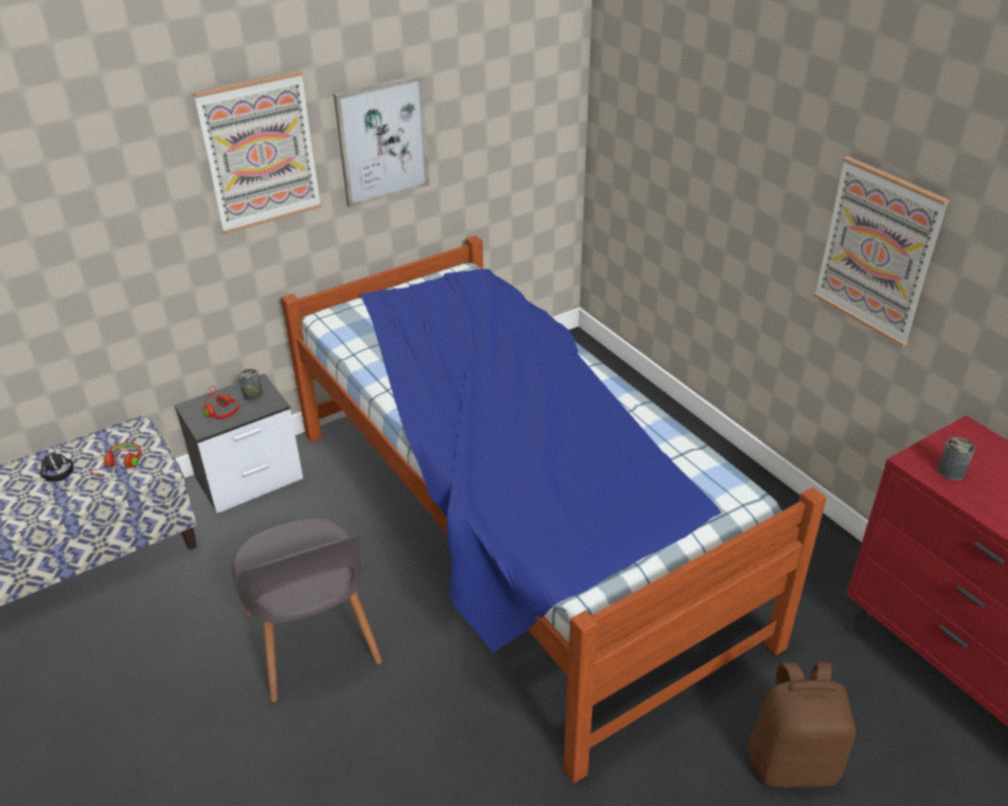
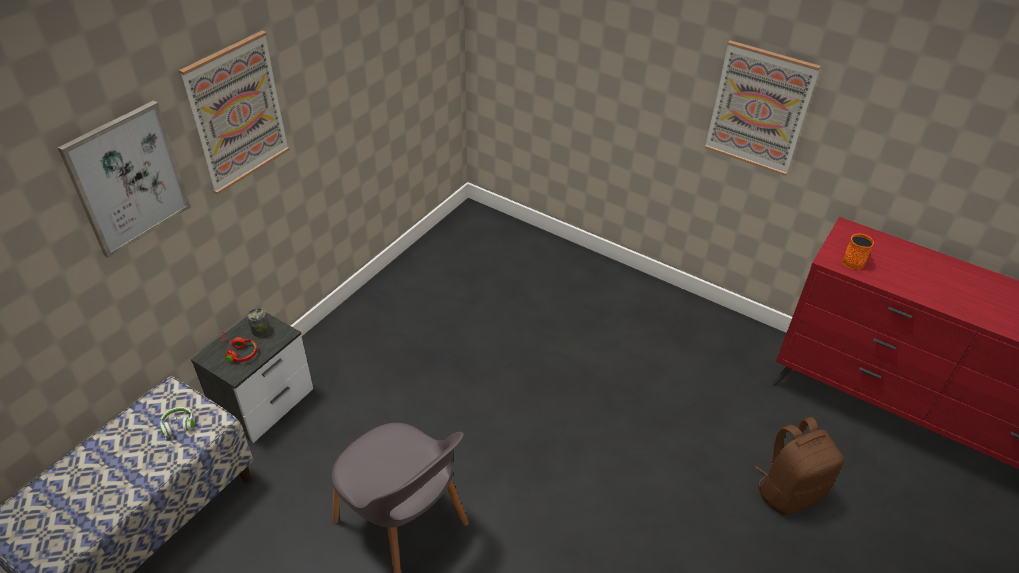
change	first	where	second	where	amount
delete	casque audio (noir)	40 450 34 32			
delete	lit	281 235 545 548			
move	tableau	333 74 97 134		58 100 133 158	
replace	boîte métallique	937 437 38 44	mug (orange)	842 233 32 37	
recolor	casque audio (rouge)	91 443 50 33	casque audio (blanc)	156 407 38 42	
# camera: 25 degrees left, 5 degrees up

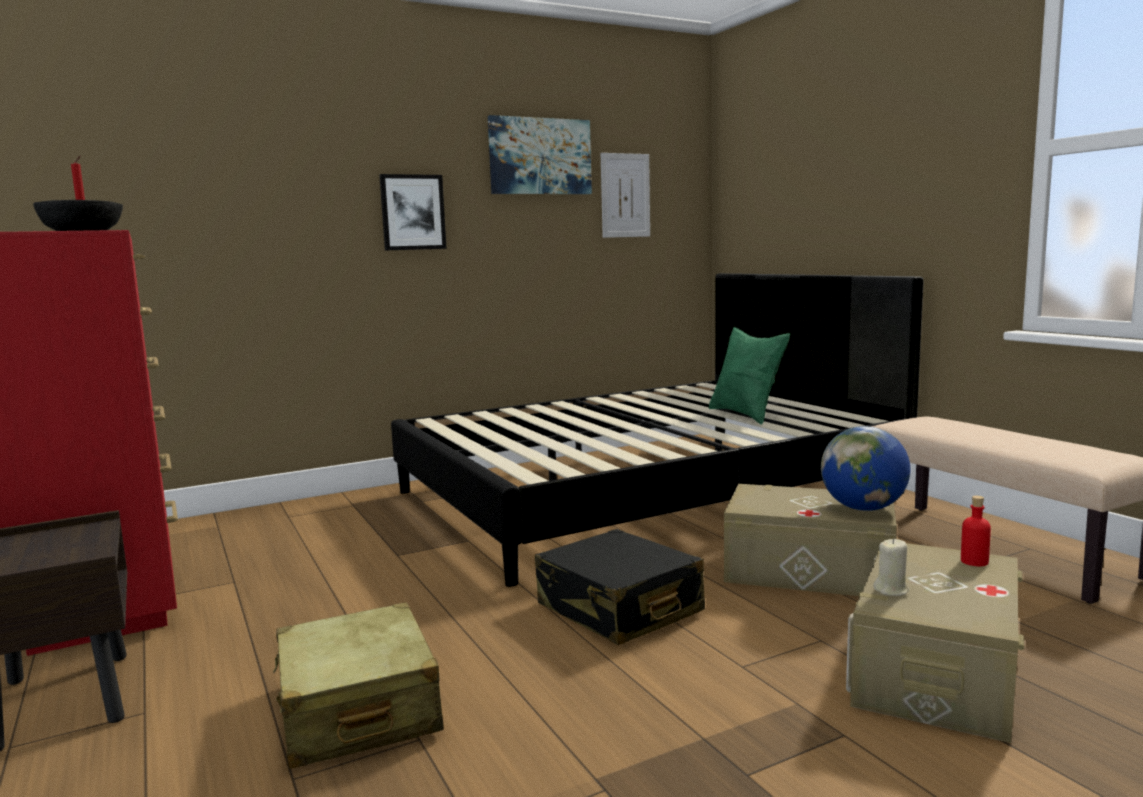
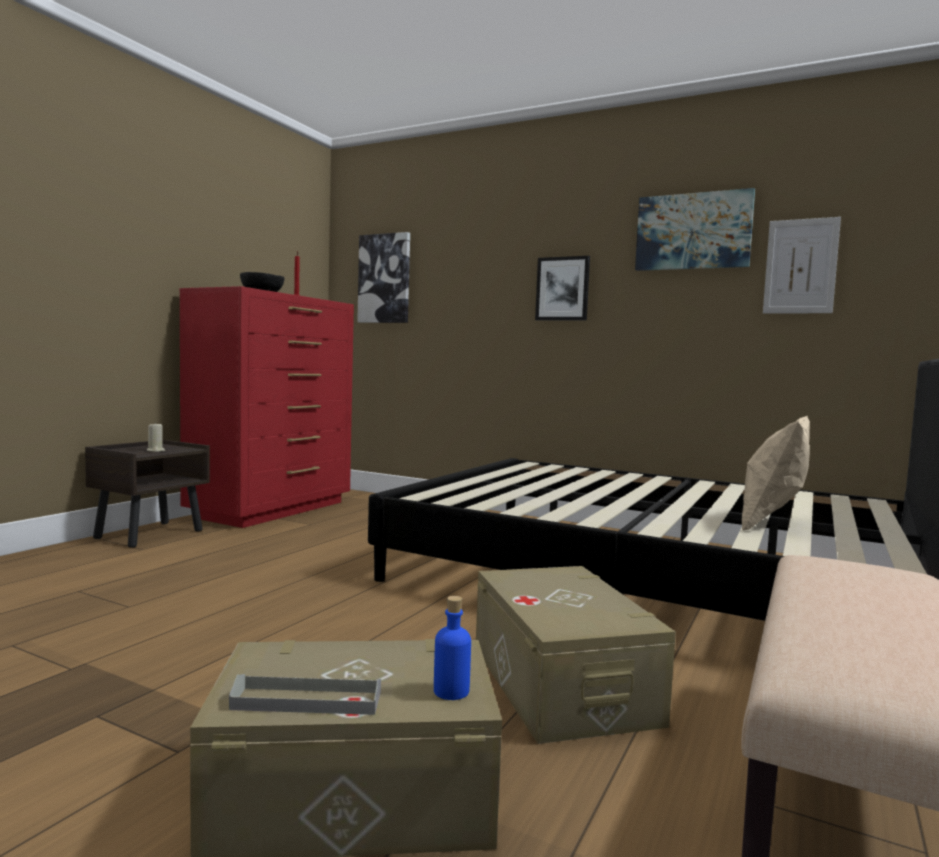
change	first	where	second	where	amount
delete	valise (beige)	273 602 171 167			
delete	valise (noir)	535 529 170 116			
delete	globe	821 426 89 85			
insert			plateau (gris)	229 674 152 41	
insert			tableau	357 232 53 91	
move	bougie (beige)	873 538 36 58		147 422 18 30	
recolor	coussin (vert)	709 327 81 97	coussin (beige)	742 415 68 116	
recolor	bouteille (rouge)	961 496 30 70	bouteille (bleu)	434 596 37 104	
# camera: 55 degrees right, 5 degrees down

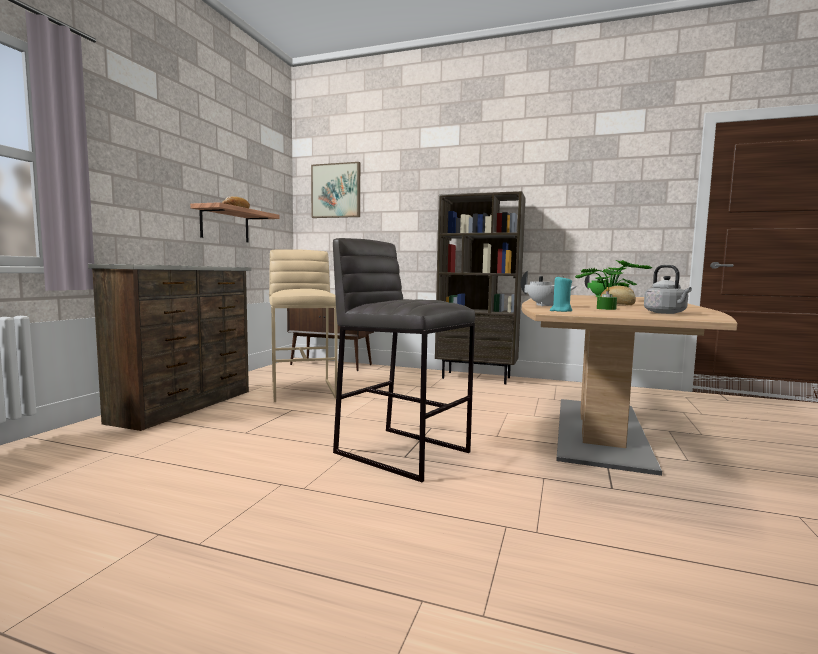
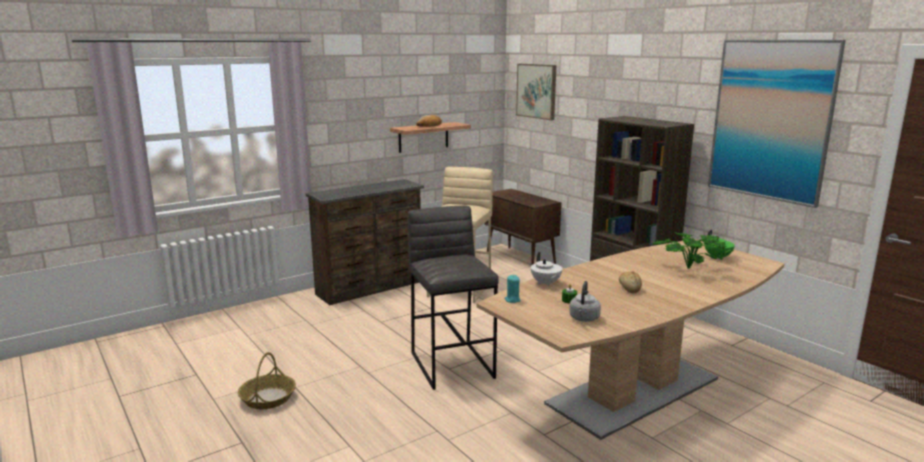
change	first	where	second	where	amount
insert			panier	238 352 58 57	
insert			tableau	708 40 138 168	
# camera: 35 degrees right, 10 degrees up

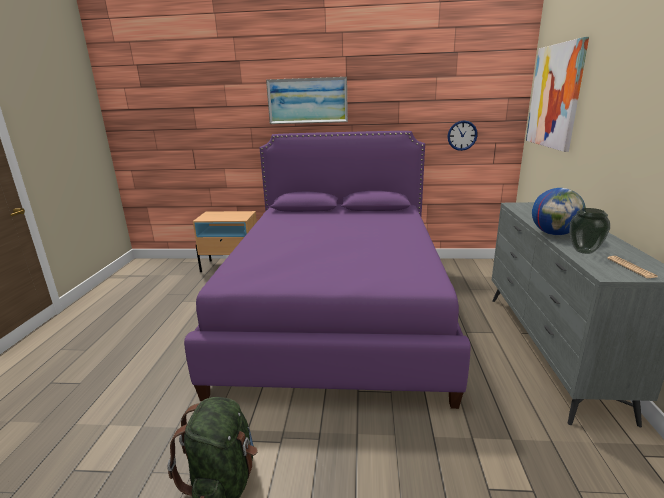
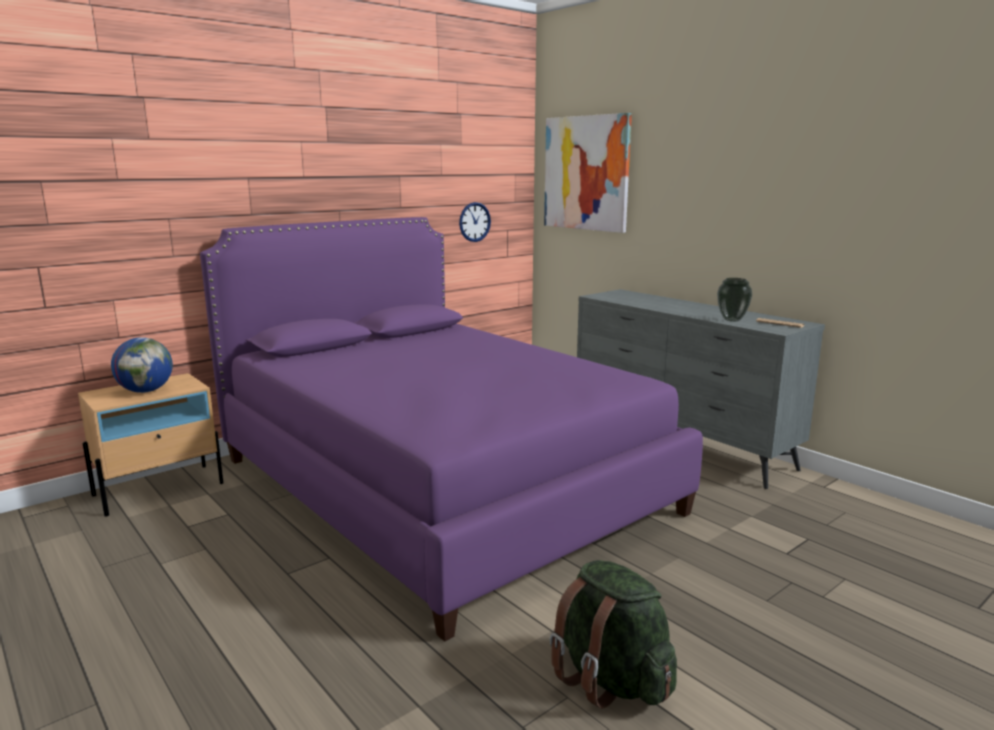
change	first	where	second	where	amount
delete	tableau	266 77 82 47			
move	globe	532 188 54 47		111 337 62 56	
# camera: 45 degrees left, 5 degrees down

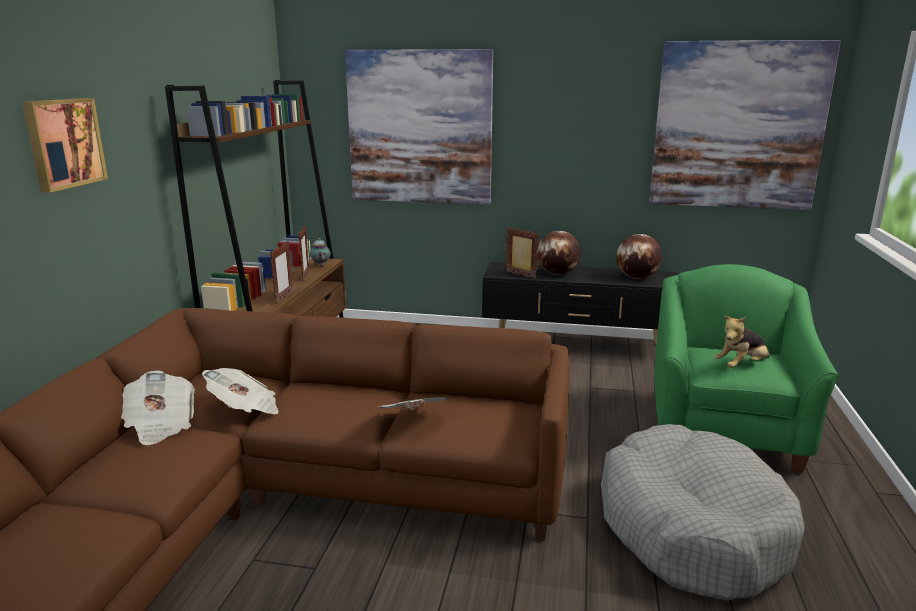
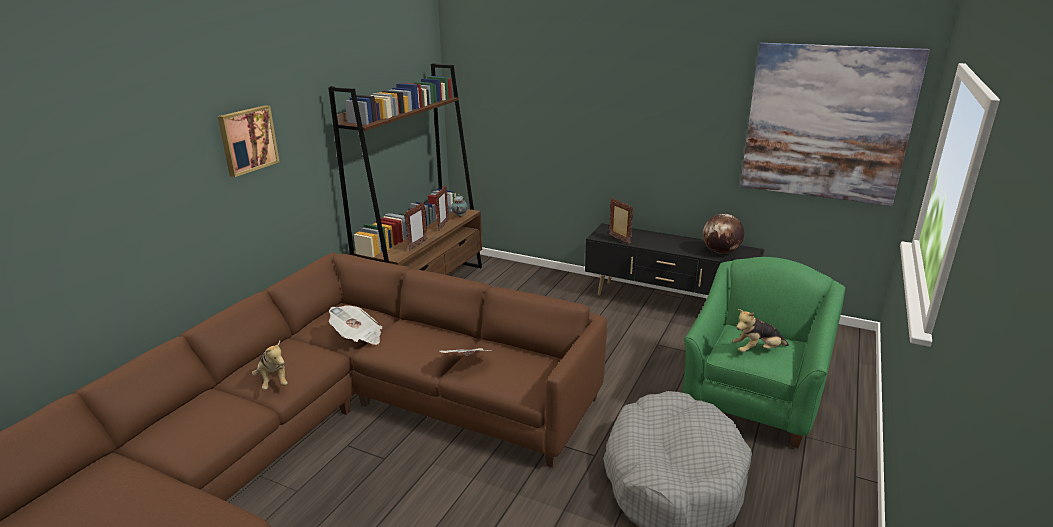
change	first	where	second	where	amount
delete	journal	121 371 74 74			
delete	tableau	345 49 148 156			
delete	globe	537 231 44 44			
insert			peluche	252 341 36 49	
# camera: 15 degrees right, 5 degrees up

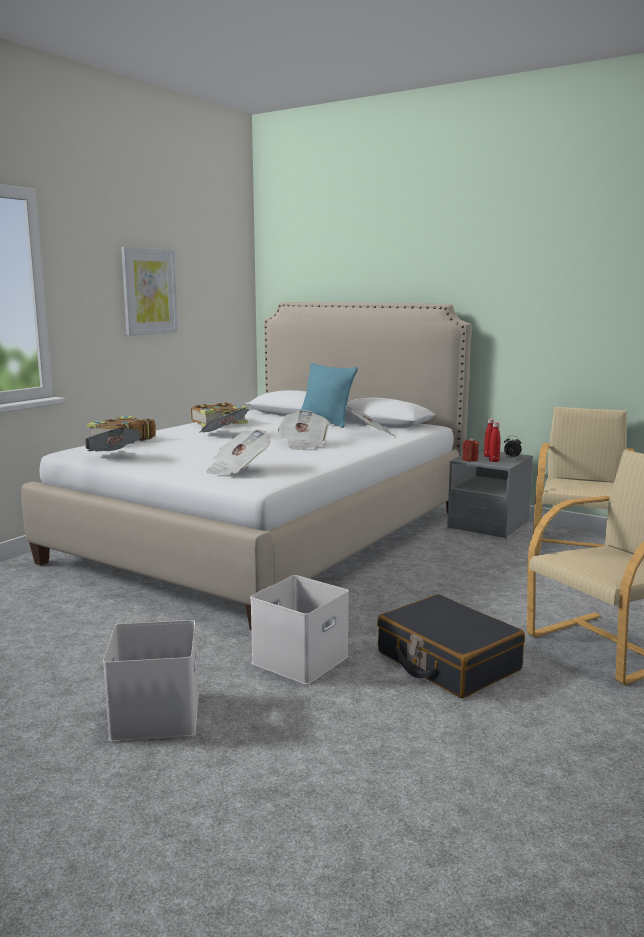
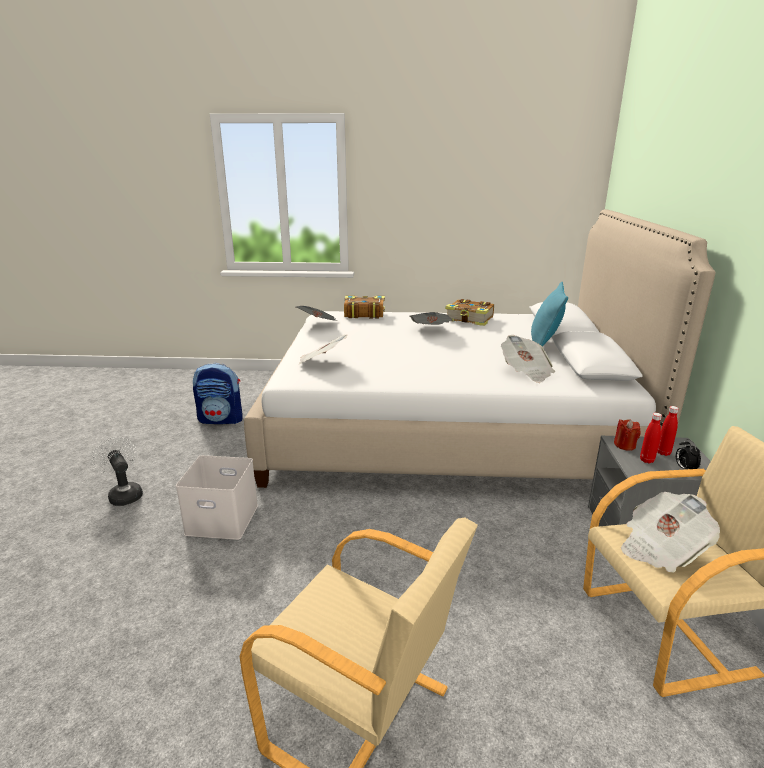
change	first	where	second	where	amount
delete	tableau	121 247 57 89			
delete	valise (noir)	377 594 148 104			
insert			sac à dos	193 363 50 61	
move	journal	278 410 52 40		621 492 99 81	
replace	boîte de rangement (blanc)	103 620 96 122	ventilateur (blanc)	91 437 52 69	
# camera: 60 degrees right, 10 degrees up

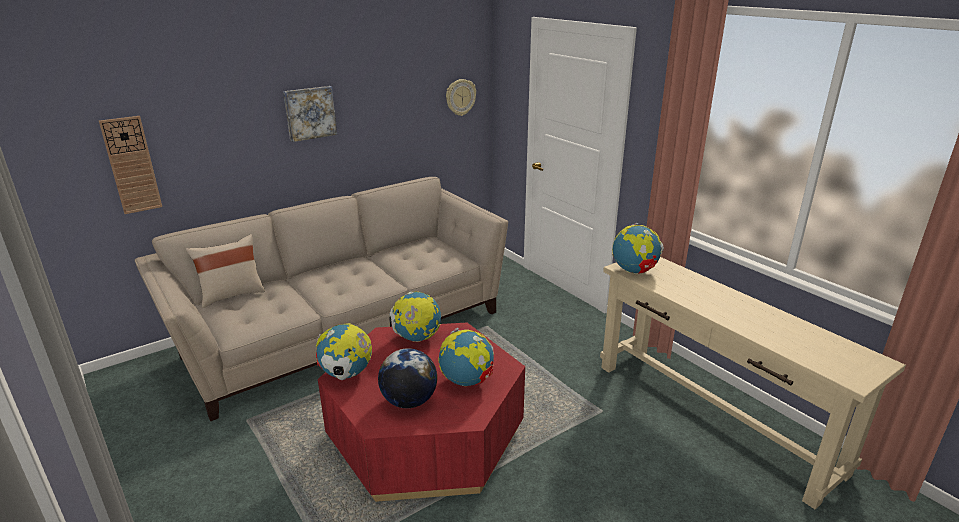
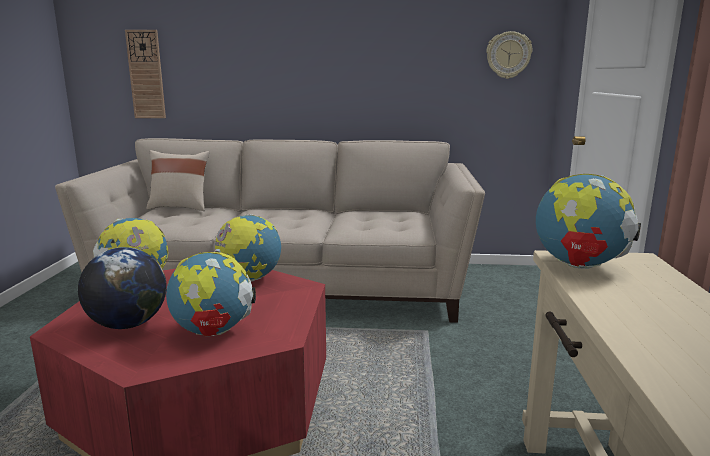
change	first	where	second	where	amount
delete	tableau	283 86 54 56			
# camera: 40 degrees right, 10 degrees down

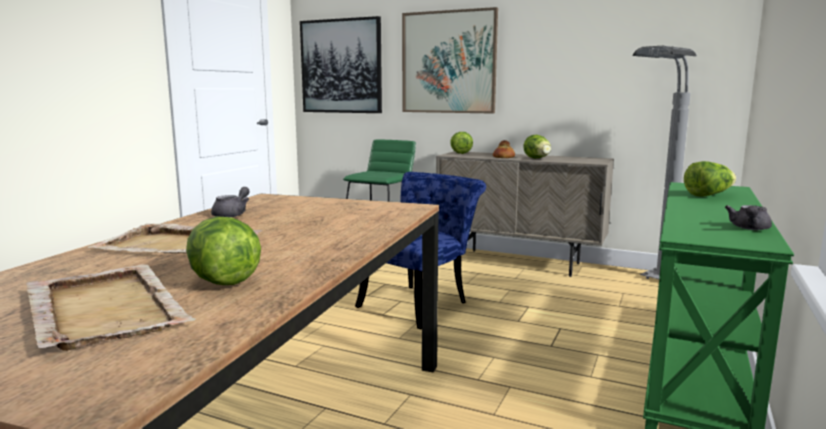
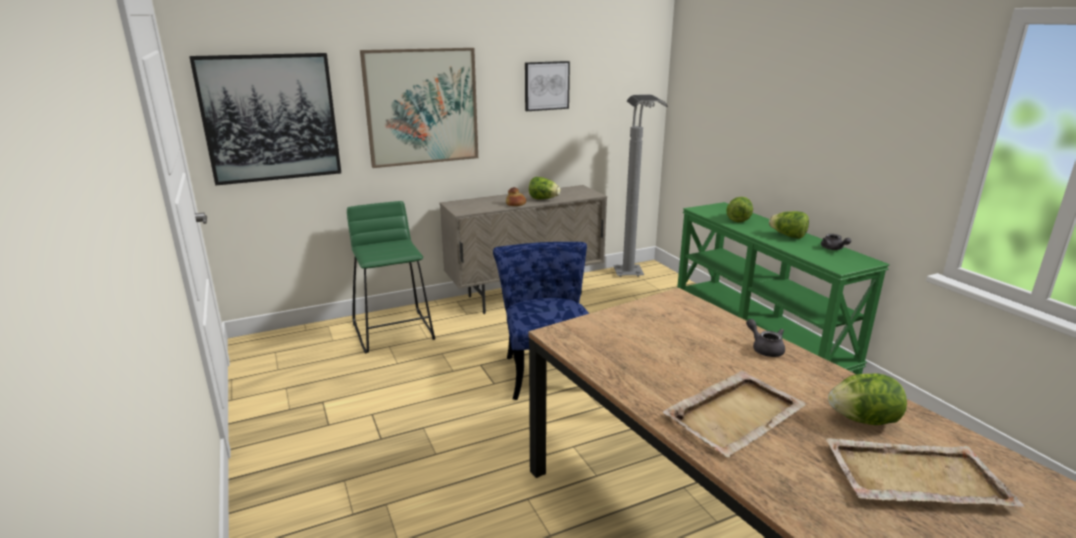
change	first	where	second	where	amount
insert			tableau	525 61 45 50	
move	théière (gris)	211 187 39 30		746 319 39 38	
move	laitue	450 132 23 22		769 211 40 28	
# camera: 50 degrees left, 10 degrees up

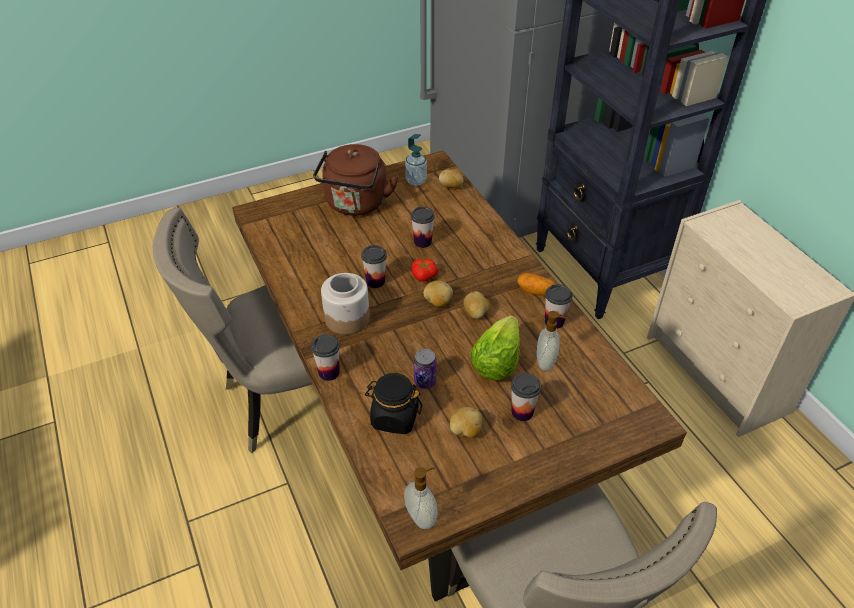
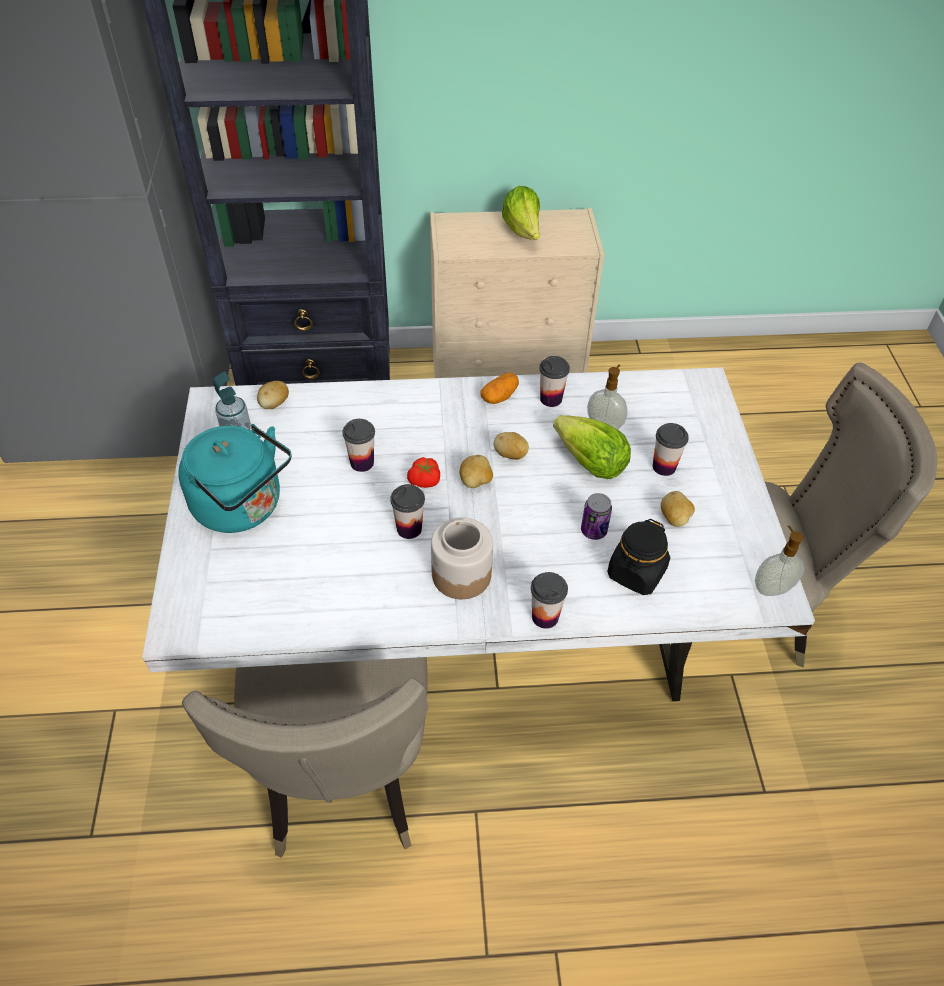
change	first	where	second	where	amount
insert			laitue	502 186 38 54	
recolor	table à manger (marron)	232 151 455 450	table à manger (blanc)	142 367 673 335	
recolor	bouilloire (marron)	313 144 86 72	bouilloire (turquoise)	178 424 114 109	
# camera: 70 degrees left, 5 degrees up

